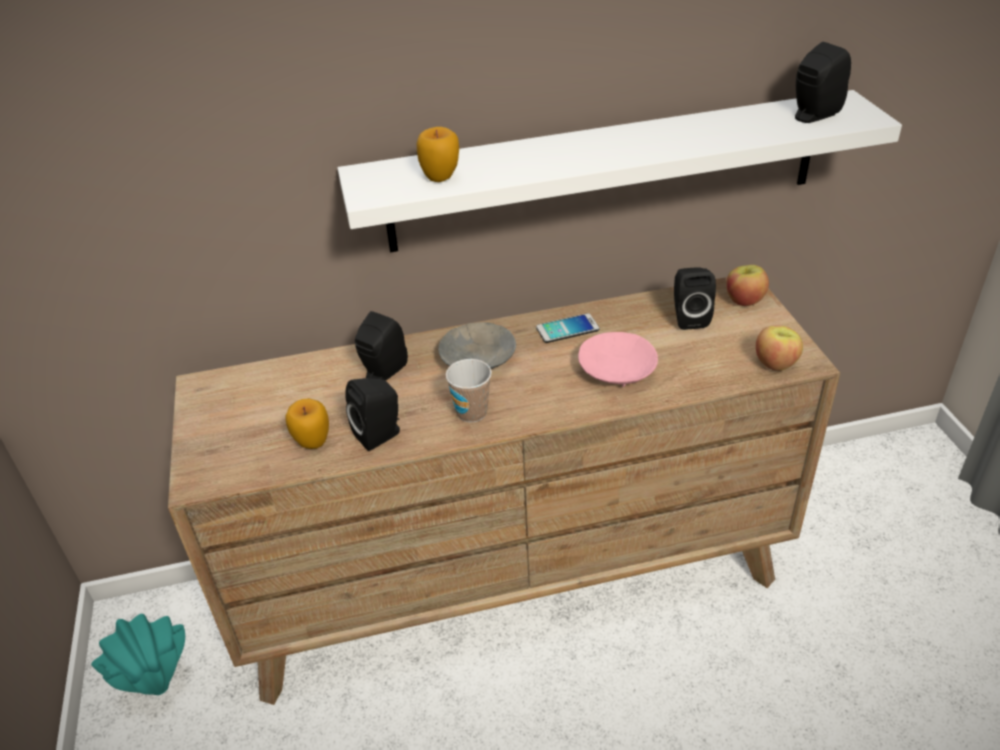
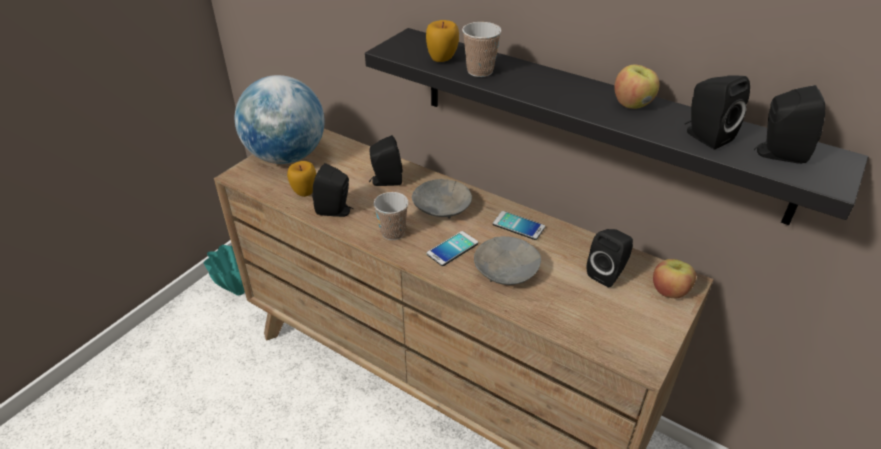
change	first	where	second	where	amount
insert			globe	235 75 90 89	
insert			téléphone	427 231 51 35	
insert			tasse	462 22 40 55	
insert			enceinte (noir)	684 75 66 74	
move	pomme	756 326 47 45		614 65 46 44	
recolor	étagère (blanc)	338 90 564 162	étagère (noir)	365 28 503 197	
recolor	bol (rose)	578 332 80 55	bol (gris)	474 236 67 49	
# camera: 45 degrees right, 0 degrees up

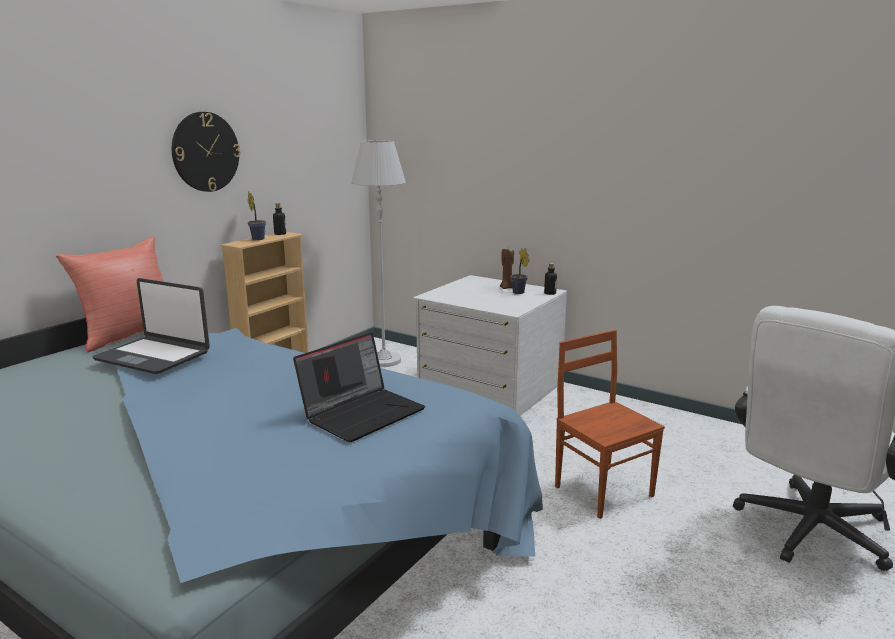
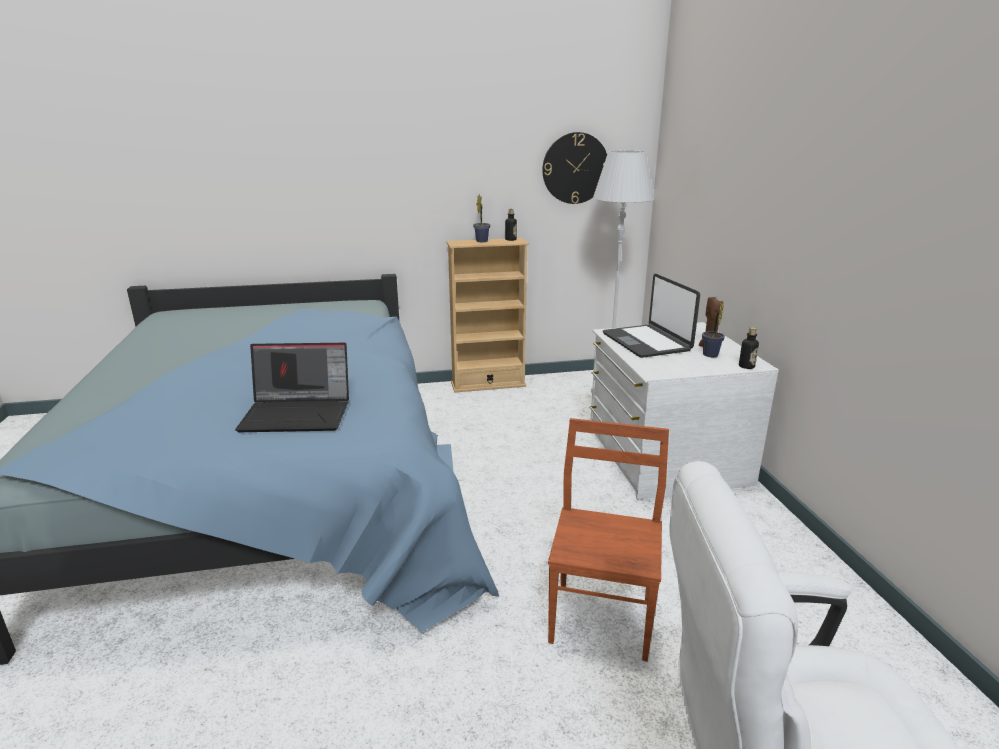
change	first	where	second	where	amount
delete	coussin (rouge)	56 236 108 116			
move	ordinateur portable	93 278 117 96		603 274 97 84	
move	horloge murale	172 112 69 80		542 132 65 72	
# camera: 45 degrees right, 5 degrees up

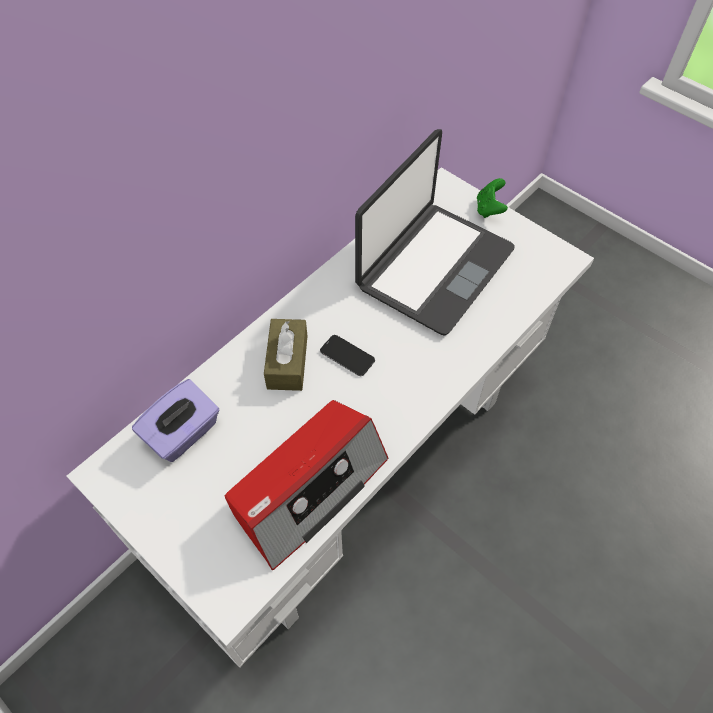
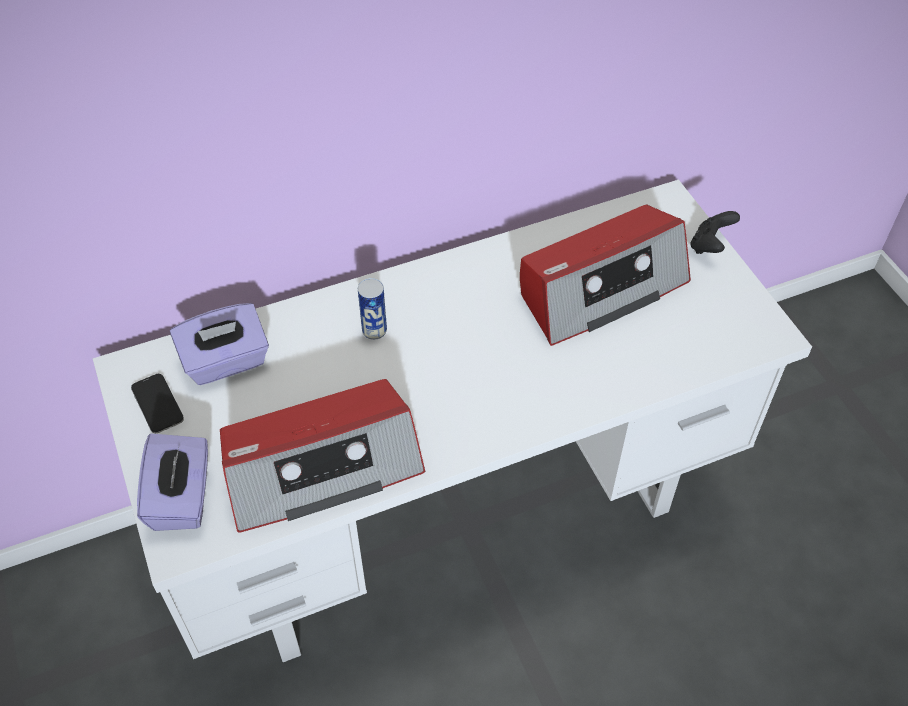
change	first	where	second	where	amount
insert			boîte à mouchoirs (violet)	137 433 71 98	
move	téléphone	320 335 55 41		131 374 53 59	
replace	boîte à mouchoirs (marron)	264 319 44 72	boîte métallique	358 278 29 62	
replace	ordinateur portable	355 129 160 206	radio	520 205 171 141	
recolor	manette (vert)	477 178 31 40	manette (noir)	690 211 50 43	
# camera: 25 degrees right, 5 degrees down

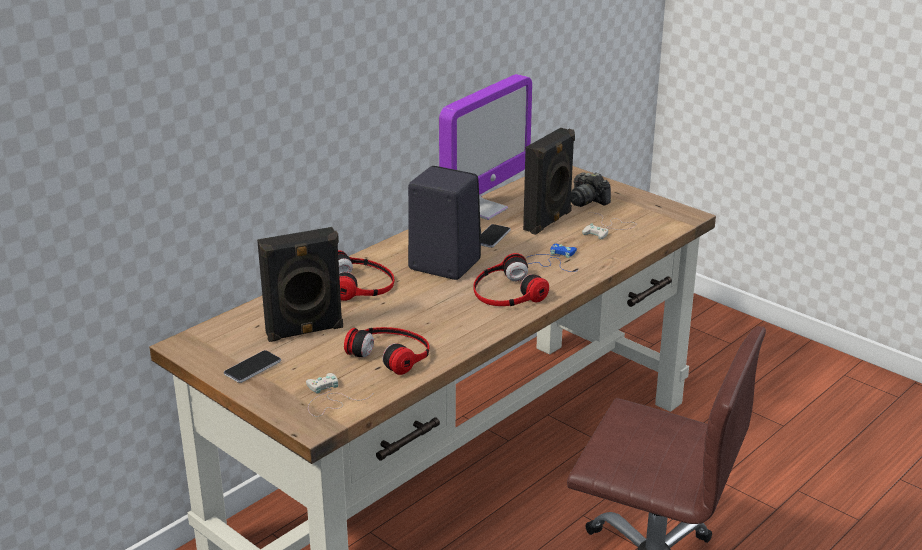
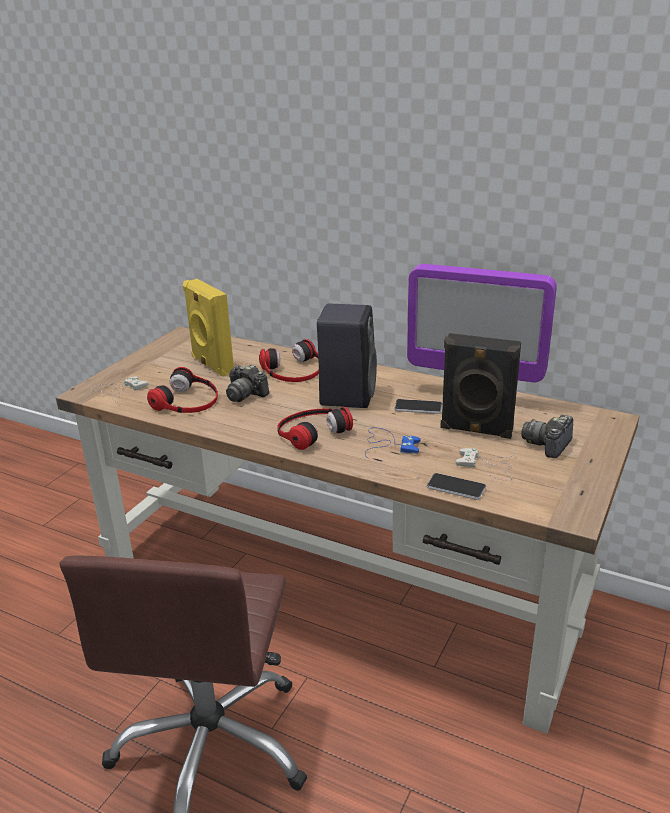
change	first	where	second	where	amount
insert			appareil photo	226 364 43 38	
move	téléphone	224 350 57 33		427 473 59 27	
recolor	enceinte (noir)	257 227 86 115	enceinte (jaune)	183 279 51 98	
# camera: 75 degrees right, 0 degrees up

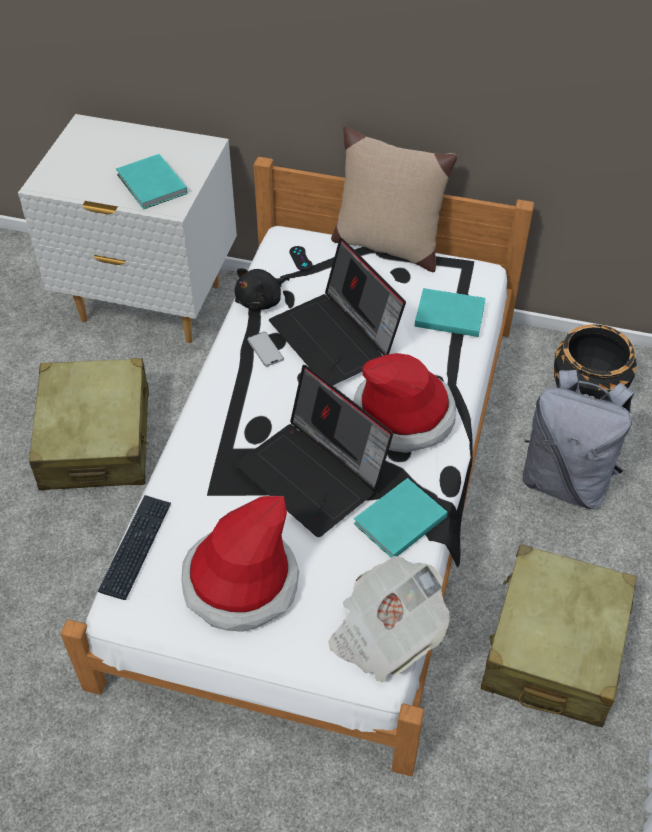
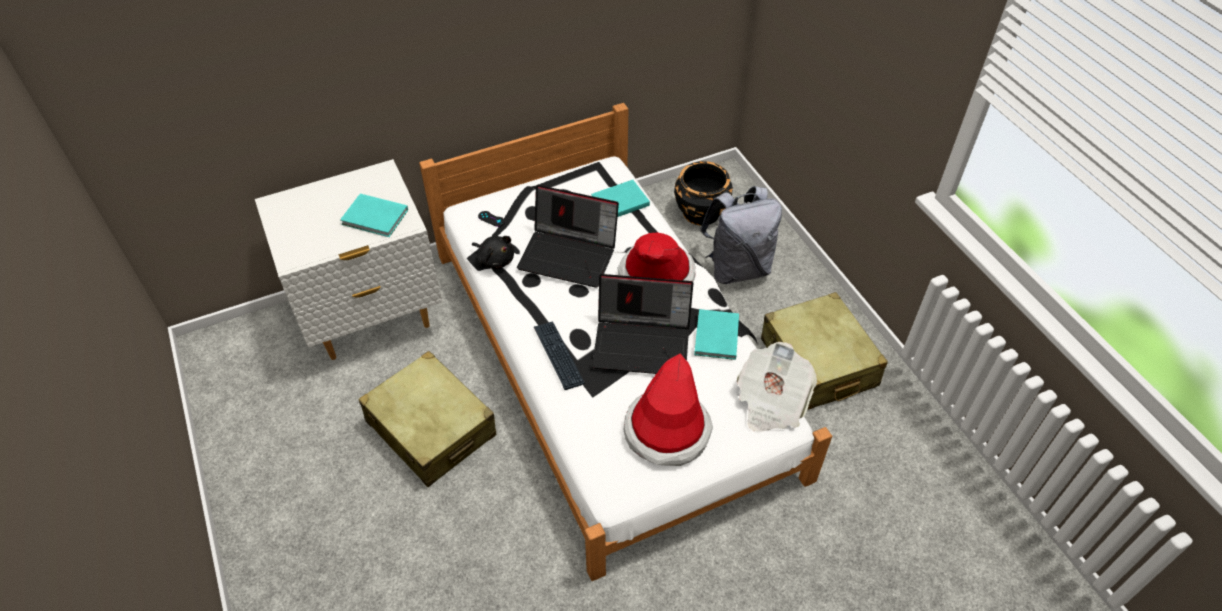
change	first	where	second	where	amount
delete	téléphone	247 332 37 35			
delete	coussin (beige)	331 126 126 146			
move	clavier	98 495 73 105		534 321 51 69	
rotate	peluche (noir)	234 268 55 42		472 236 42 33	60 degrees counterclockwise
# camera: 40 degrees left, 0 degrees up

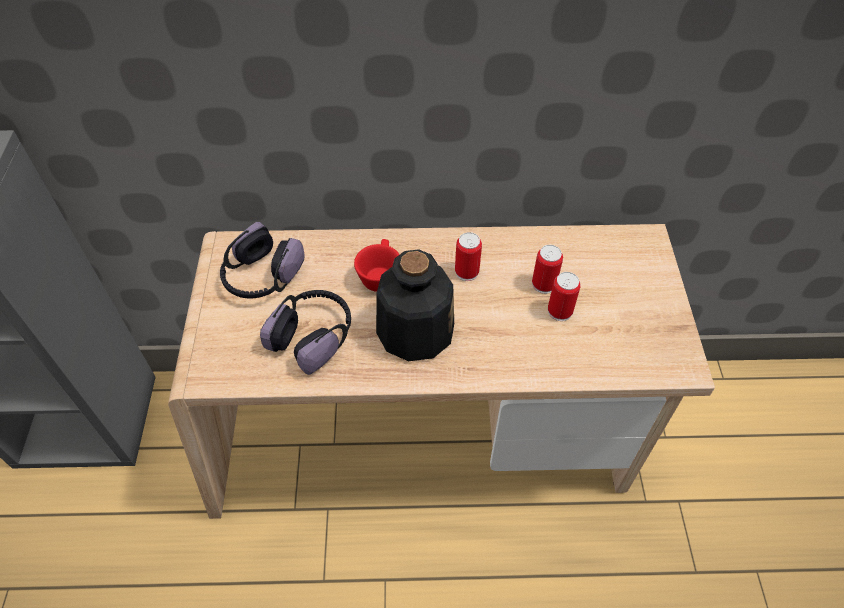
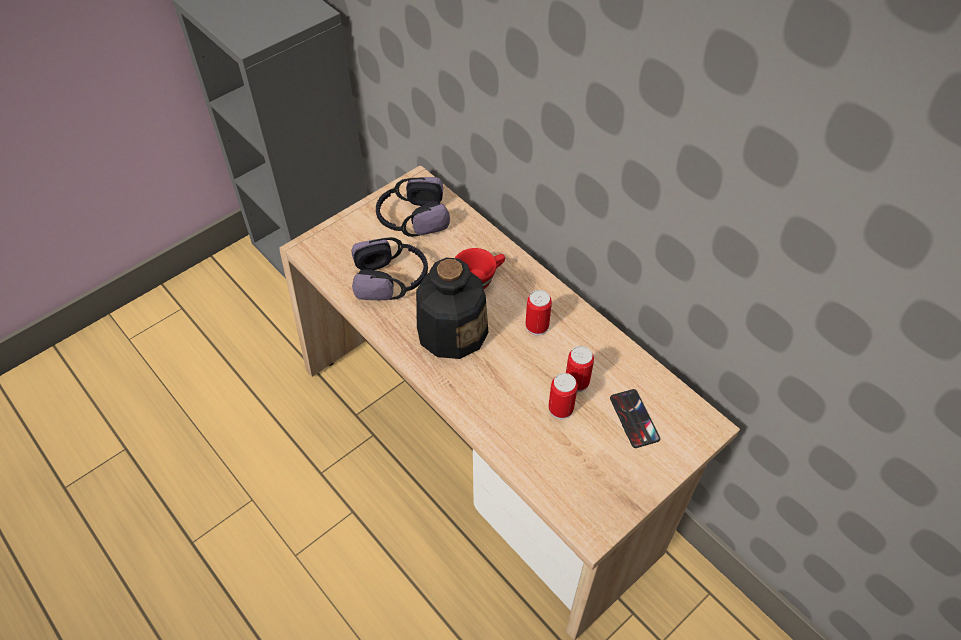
change	first	where	second	where	amount
insert			téléphone	610 389 50 59	
# camera: 50 degrees right, 0 degrees up

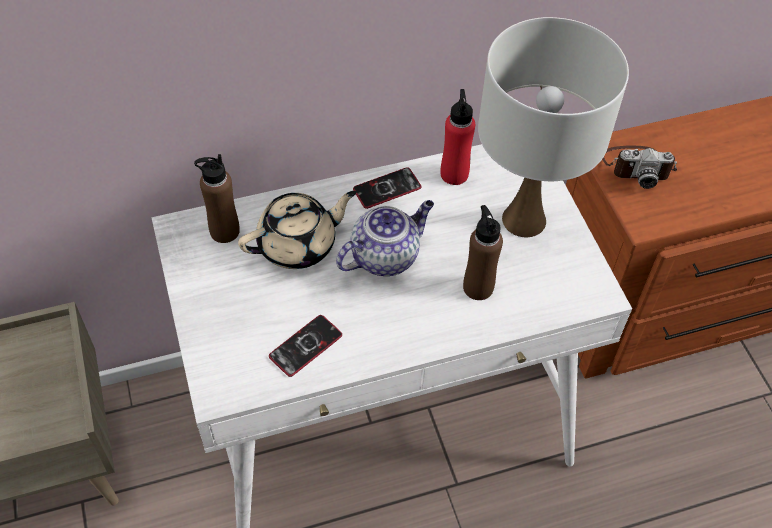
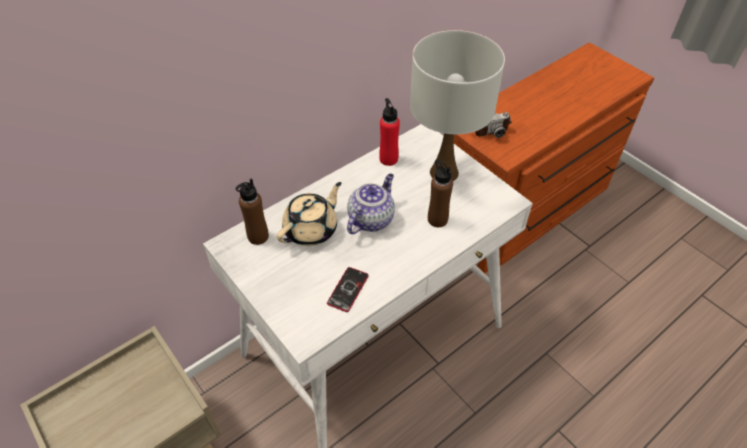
change	first	where	second	where	amount
delete	téléphone	353 167 68 42			
# camera: 20 degrees left, 5 degrees down

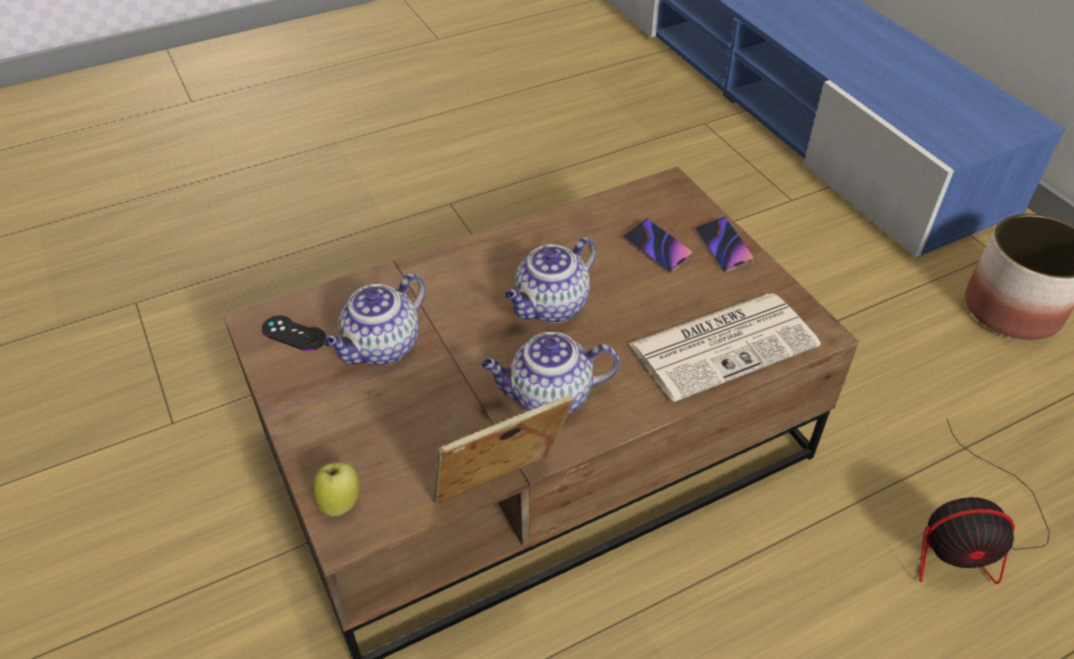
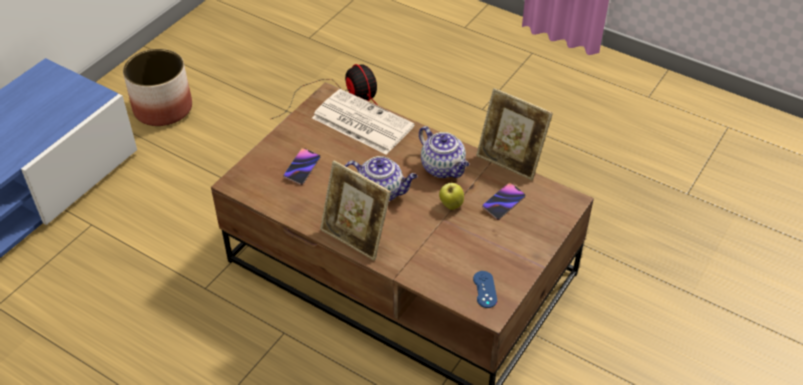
change	first	where	second	where	amount
delete	théière	324 274 102 91			
insert			cadre photo	320 161 71 100	
move	pomme	312 463 48 53		439 183 25 27	
move	téléphone	696 217 58 55		482 182 43 38	
recolor	manette (noir)	262 315 64 36	manette (bleu)	473 271 24 37	
# camera: 120 degrees left, 0 degrees up

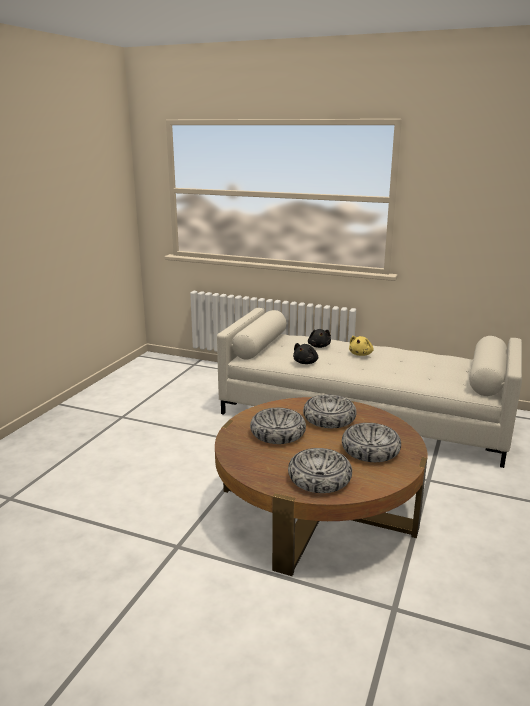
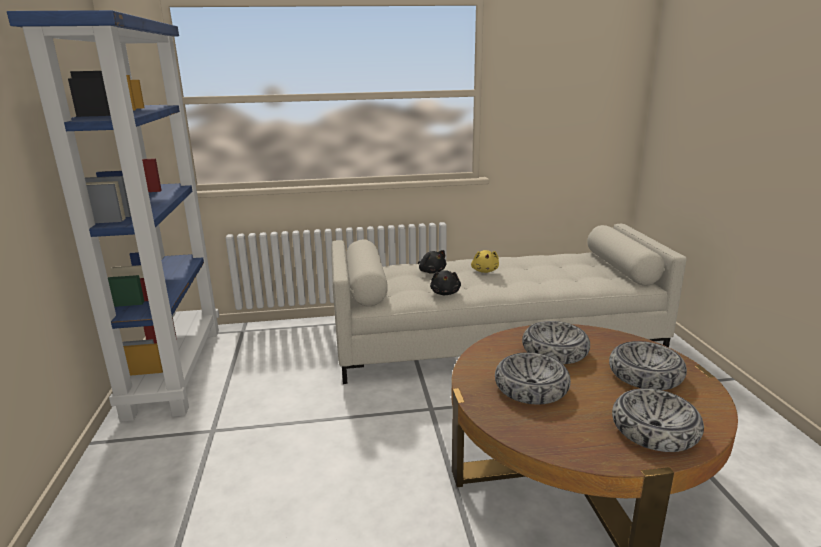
change	first	where	second	where	amount
insert			bibliothèque (bleu)	7 10 212 412	
# camera: 30 degrees left, 0 degrees up

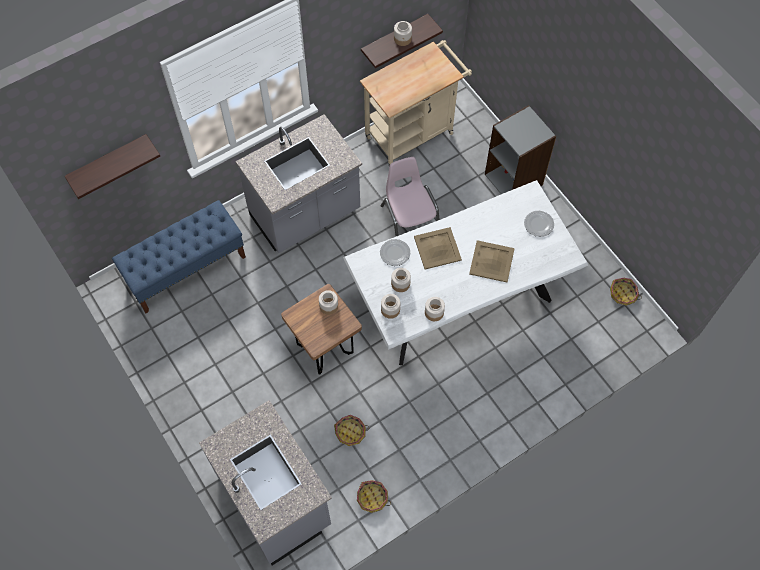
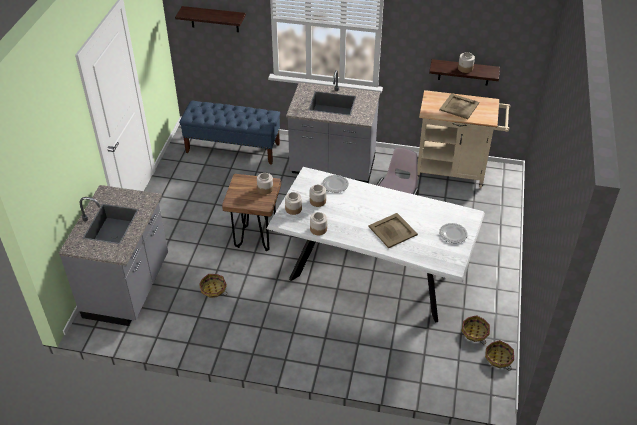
change	first	where	second	where	amount
delete	bibliothèque (gris)	485 105 71 89			
move	panier	357 480 34 33		461 315 29 29	
move	plateau (beige)	414 227 48 42		439 93 40 26	
# camera: 45 degrees right, 20 degrees down

